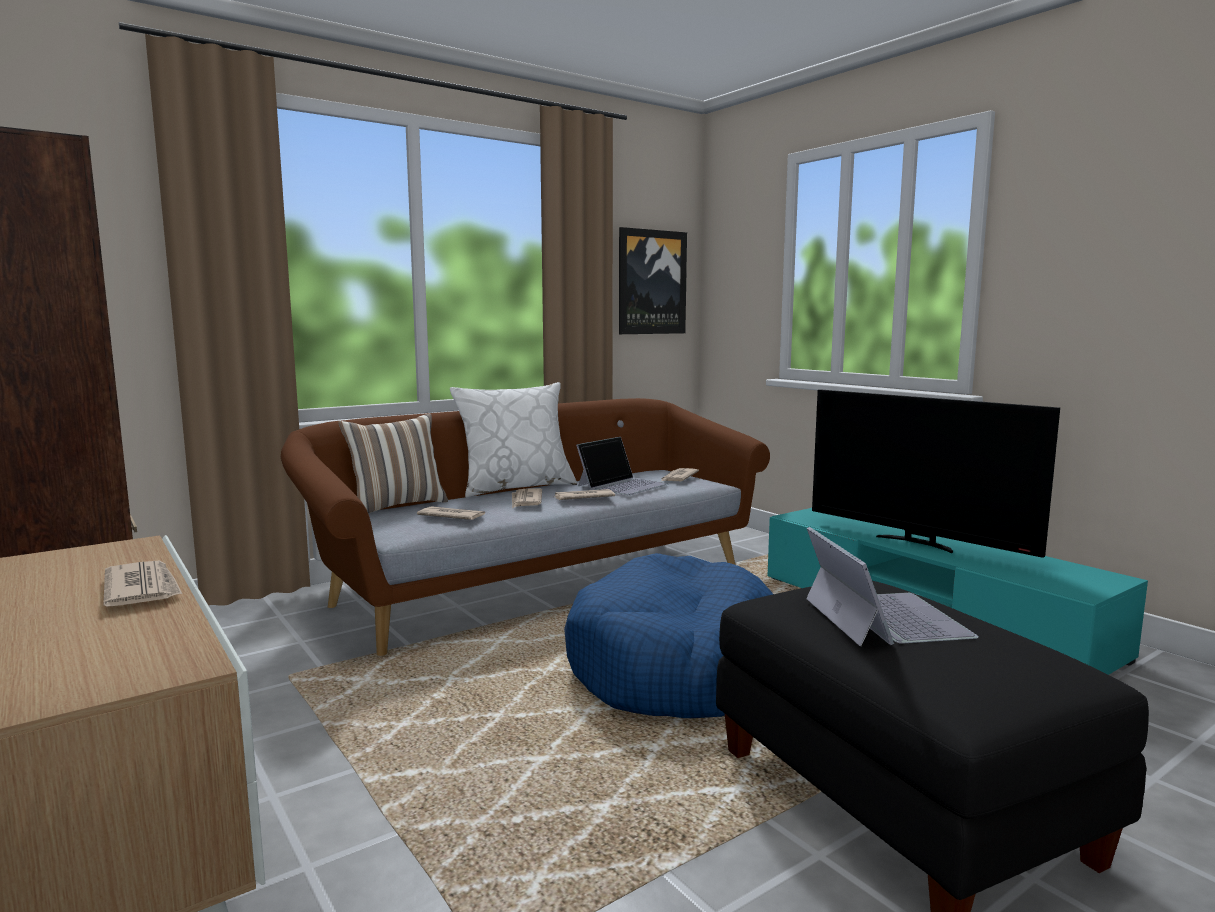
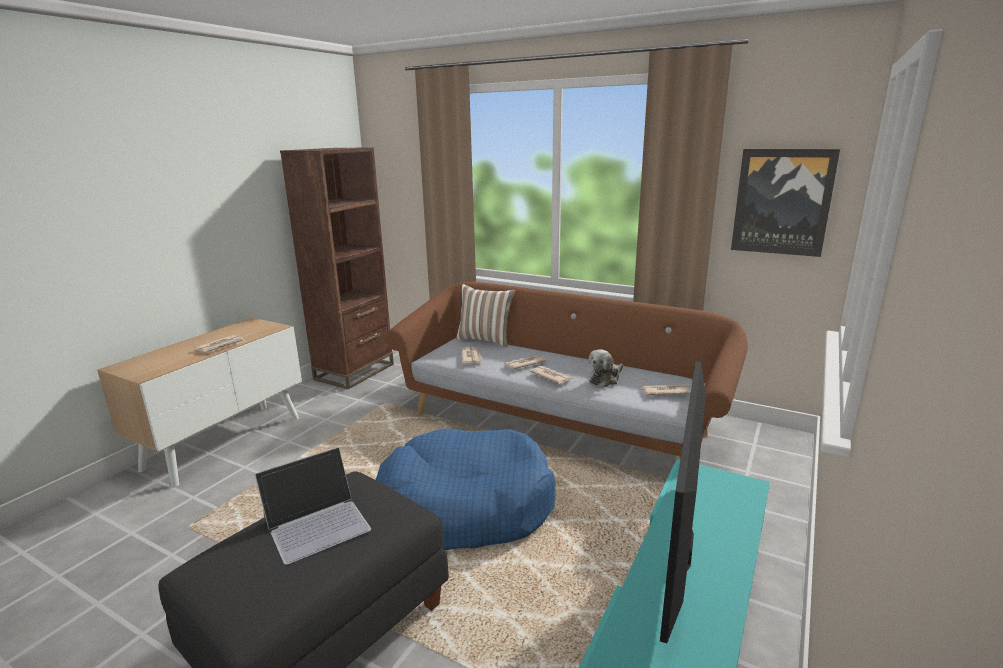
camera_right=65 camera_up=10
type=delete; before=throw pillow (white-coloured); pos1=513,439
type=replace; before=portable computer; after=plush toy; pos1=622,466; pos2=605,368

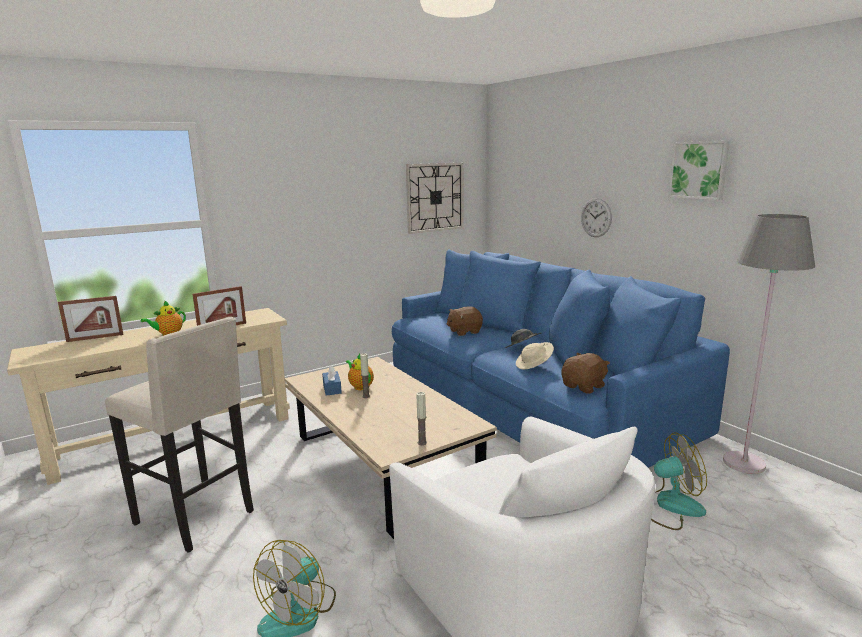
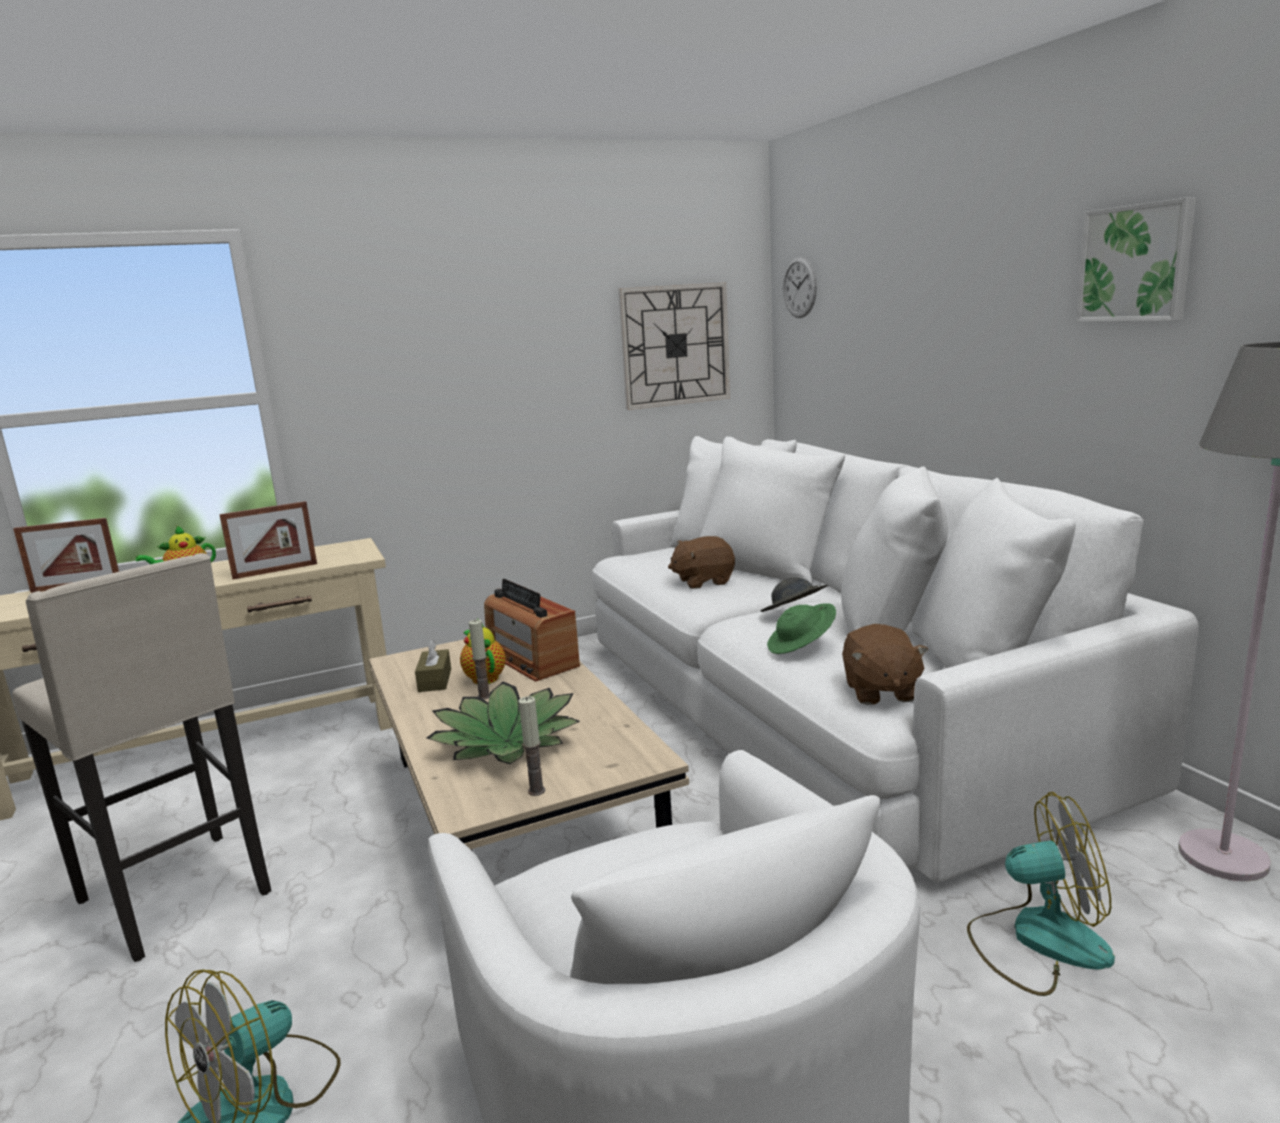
camera_right=10 camera_up=0
type=insert; after=houseplant; pos2=503,722
type=insert; after=radio set; pos2=532,630
type=move; before=wall clock; pos1=596,217; pos2=800,287
type=recolor; before=tissue holder (blue-coloured); after=tissue holder (brown-coloured); pos1=332,381; pos2=433,665
type=recolor; before=couch (blue-coloured); after=couch (white-coloured); pos1=561,359; pos2=895,659
type=recolor; before=clothing hat (beige); after=clothing hat (greenish); pos1=535,356; pos2=801,628
type=rotate; before=plush toy (brown-coloured); pos1=586,373; pos2=885,664; turn=120

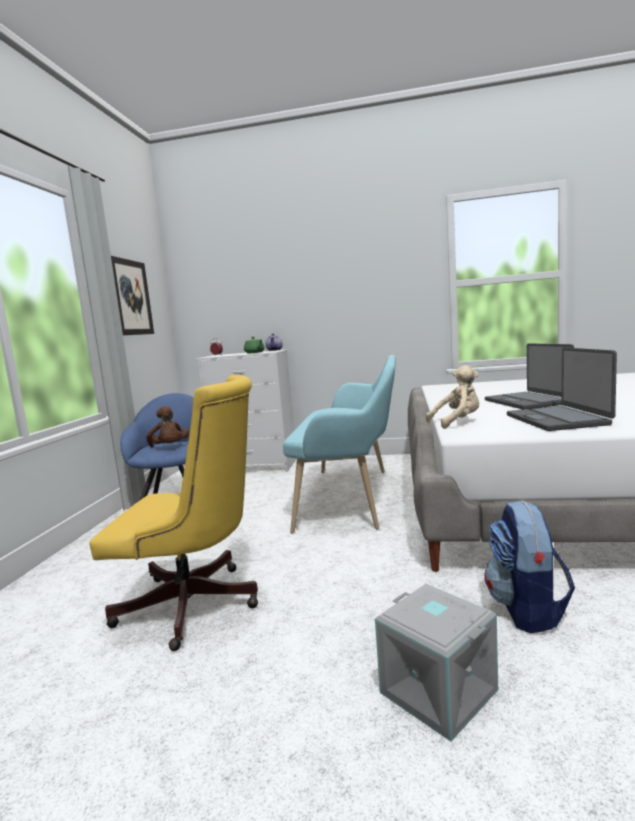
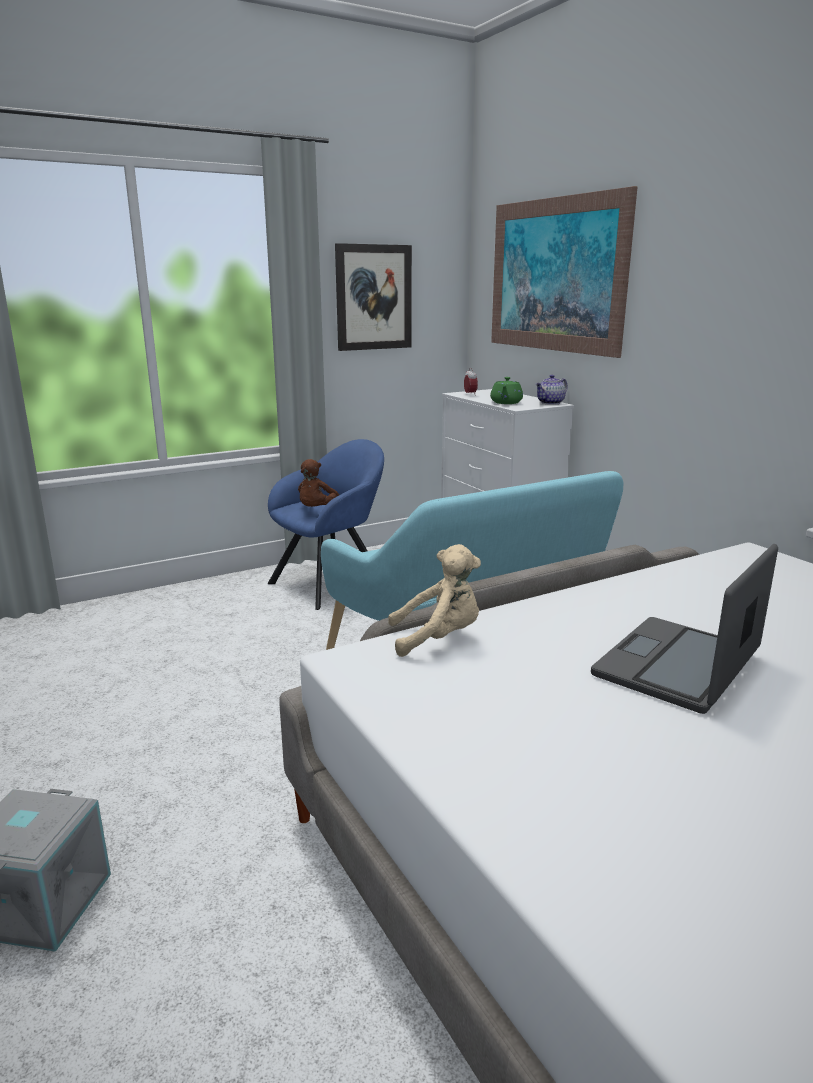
camera_right=50 camera_up=10
type=delete; before=office chair (yellowish); pos1=173,513
type=delete; before=backpack; pos1=530,566
type=delete; before=portable computer; pos1=562,389
type=insert; after=picture; pos2=564,272
type=rotate; before=plush toy (beige); pos1=453,397; pos2=434,600; turn=-45

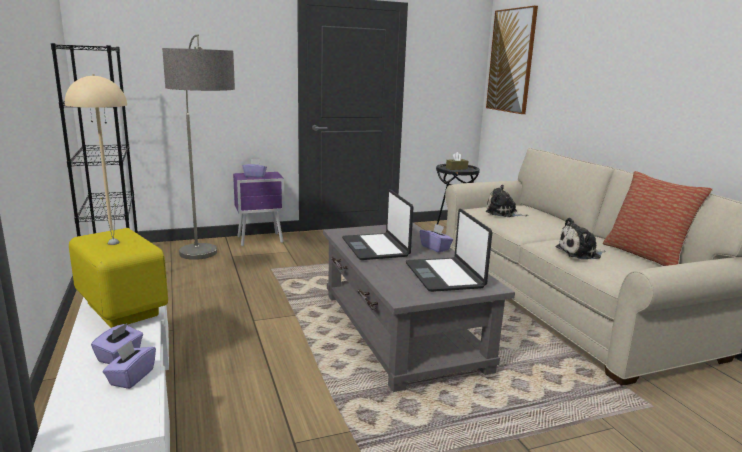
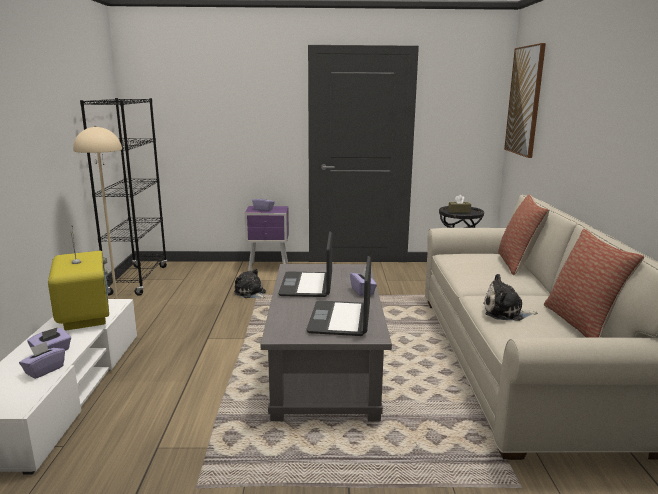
camera_right=20 camera_up=0
type=delete; before=standard lamp; pos1=198,147
type=insert; after=throw pillow; pos2=523,235
type=move; before=plush toy; pos1=506,201; pos2=250,283

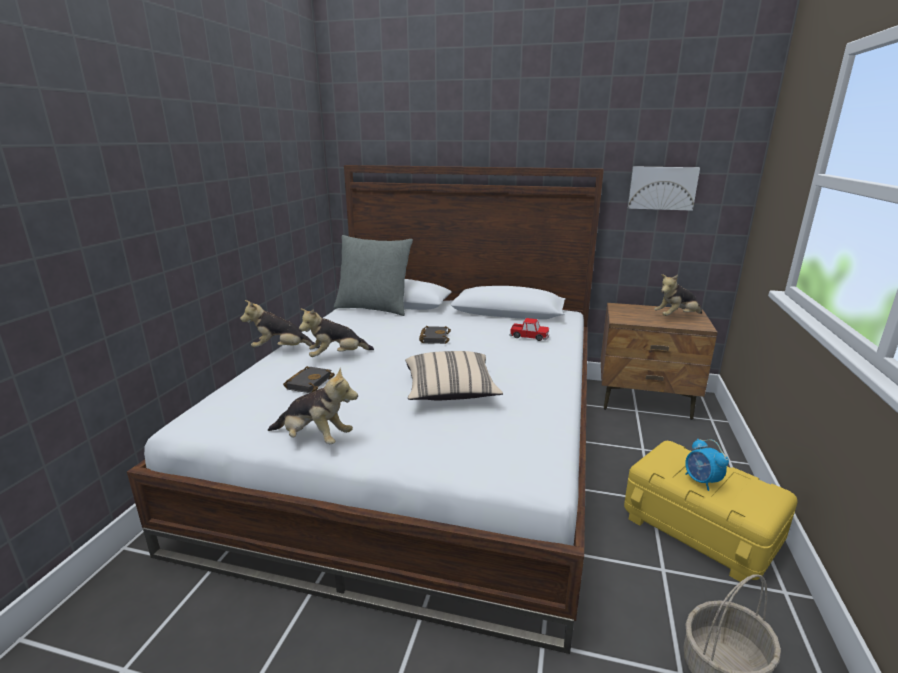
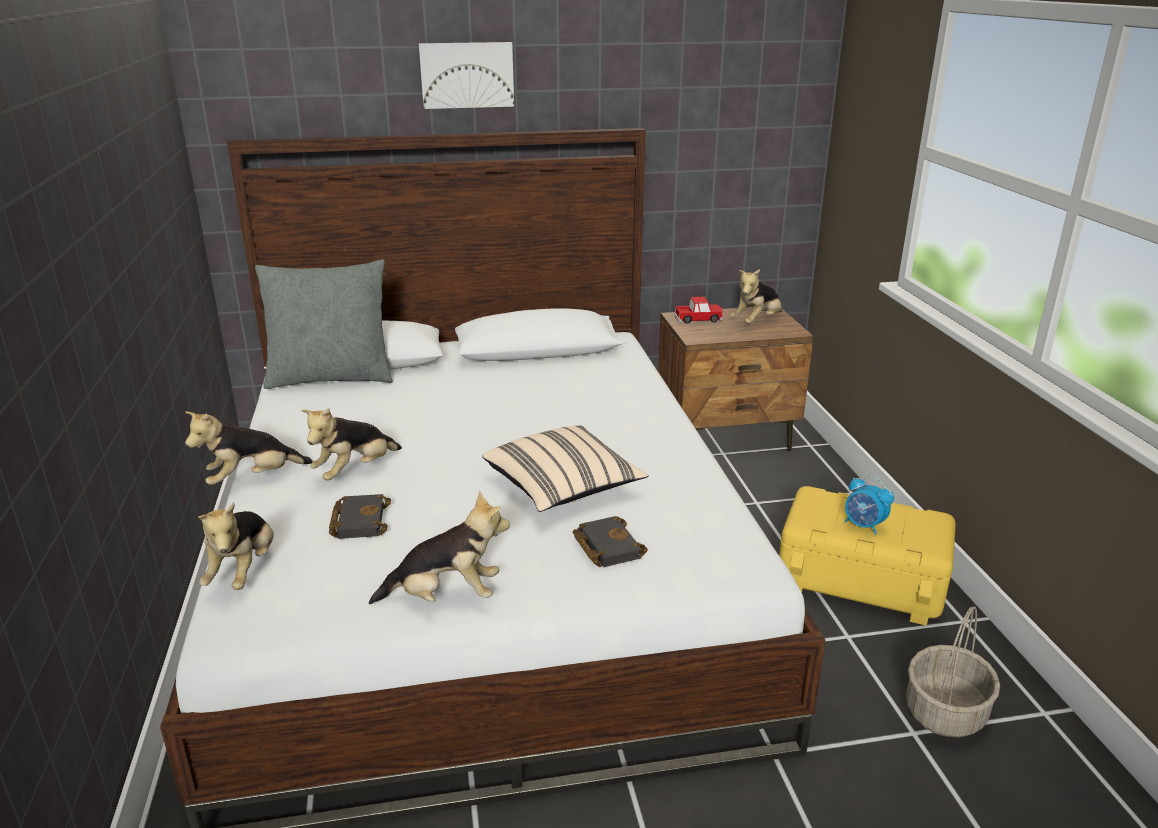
camera_right=-25 camera_up=5
type=insert; after=plush toy; pos2=236,546
type=move; before=book (blackish); pos1=435,335; pos2=610,541
type=move; before=toy car; pos1=529,329; pos2=698,310
type=move; before=picture; pos1=664,188; pos2=466,75

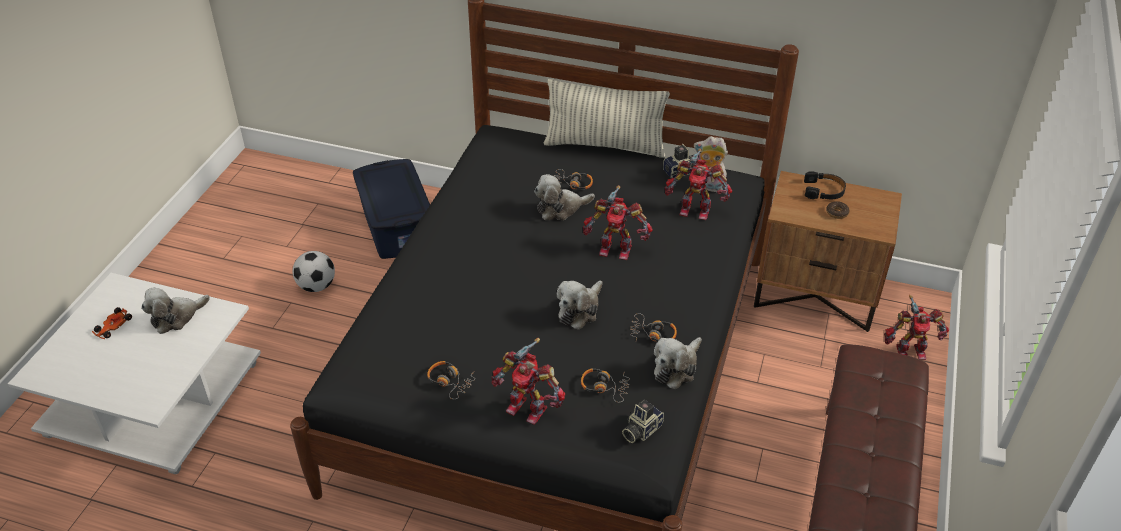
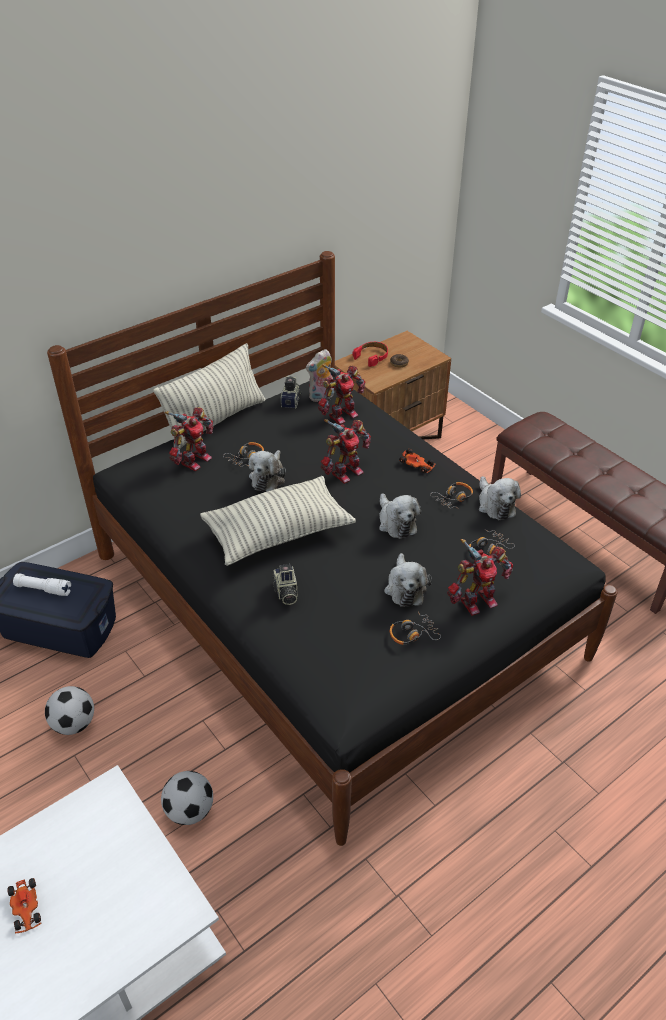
camera_right=-55 camera_up=0
type=insert; after=torch (white-coloured); pos2=42,584
type=insert; after=football ball; pos2=187,798
type=insert; after=throw pillow; pos2=278,521
type=insert; after=toy car; pos2=417,461
type=move; before=plush toy; pos1=175,310; pos2=408,580
type=move; before=photo camera; pos1=643,421; pos2=285,584
type=move; before=robot figure; pos1=916,327; pos2=189,439
type=recolor; before=headphones (blackish); after=headphones (red); pos1=825,185; pos2=370,354

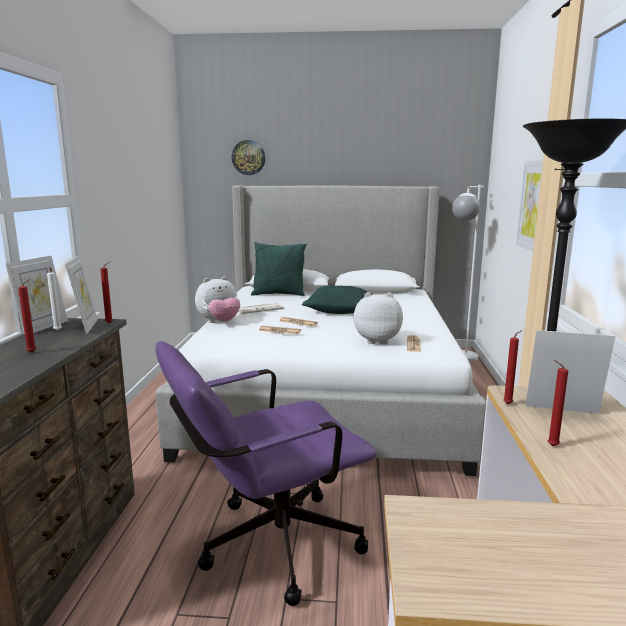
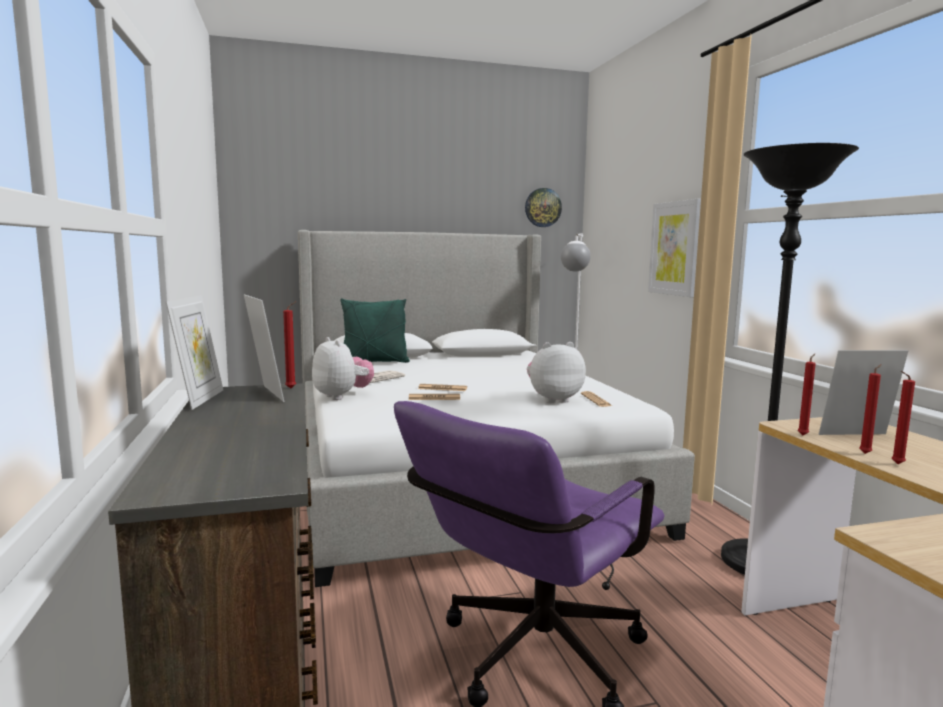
camera_right=-20 camera_up=-5
type=delete; before=wax light (white-coloured); pos1=54,299
type=delete; before=throw pillow (greenish); pos1=337,300
type=move; before=wax light (red); pos1=27,316; pos2=870,409
type=move; before=wall clock; pos1=248,157; pos2=543,207
type=rotate; before=plush toy; pos1=217,299; pos2=343,368; turn=-75

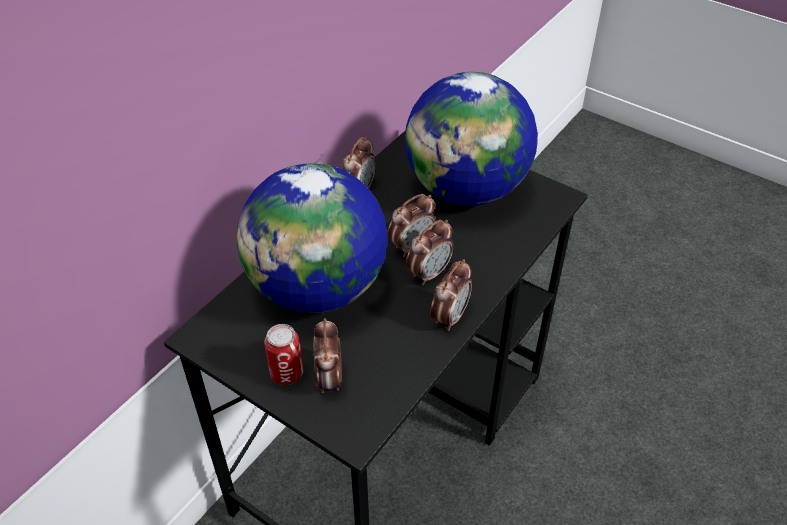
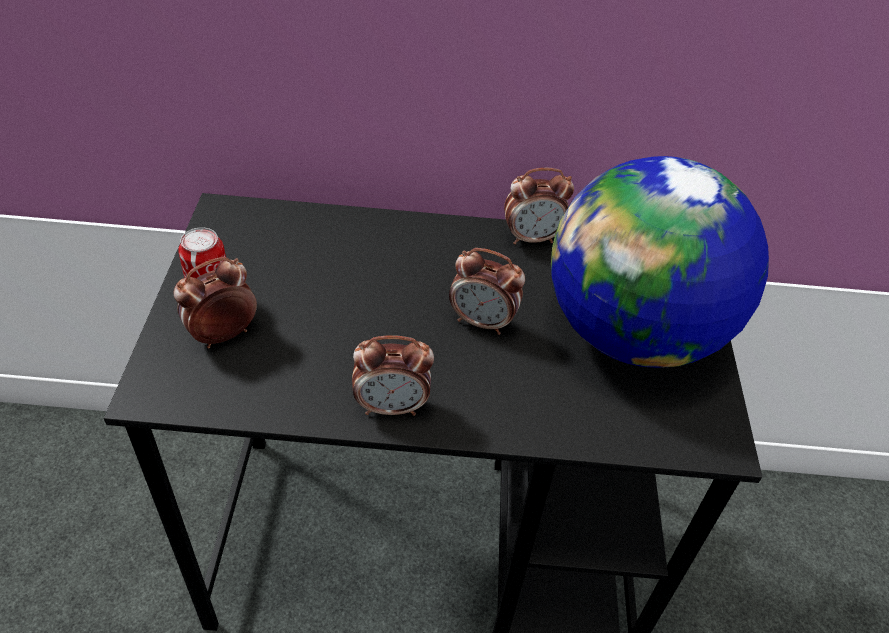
camera_right=55 camera_up=0
type=delete; before=world globe; pos1=312,238
type=delete; before=table clock; pos1=430,253

